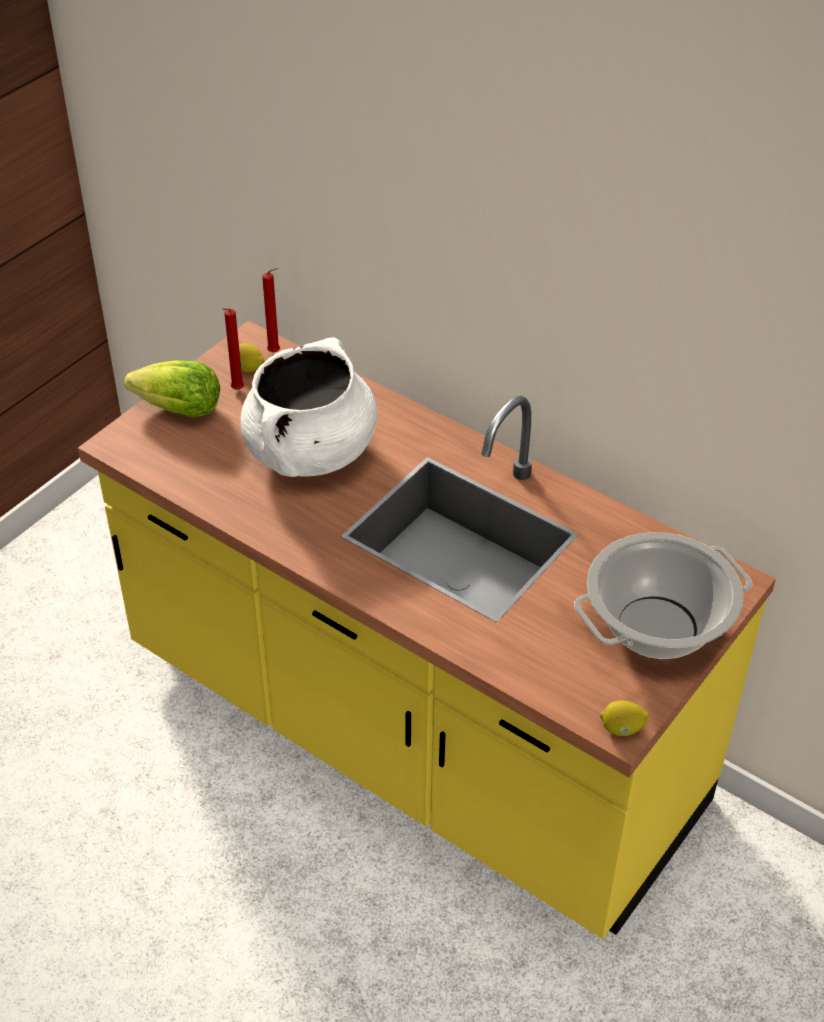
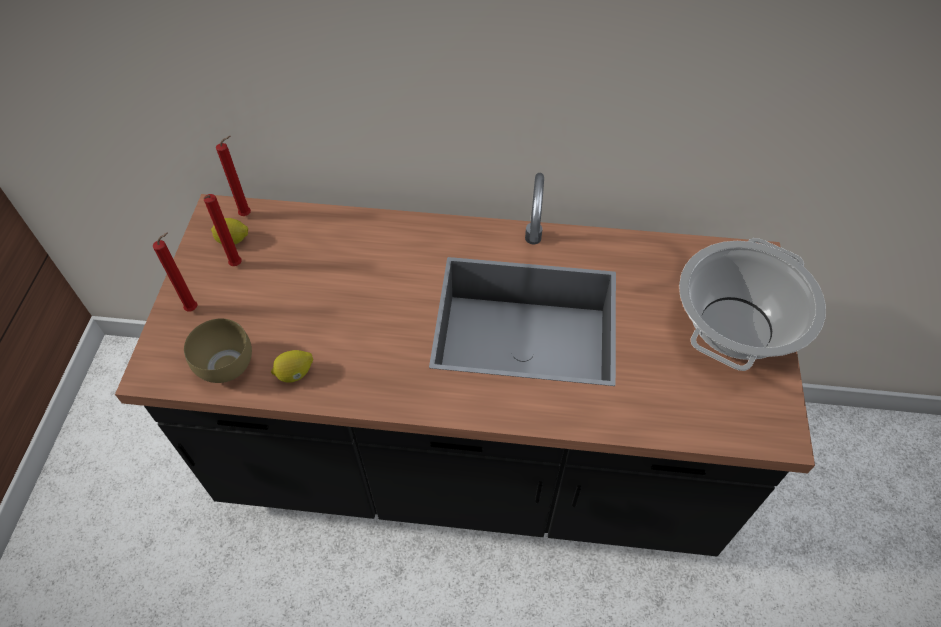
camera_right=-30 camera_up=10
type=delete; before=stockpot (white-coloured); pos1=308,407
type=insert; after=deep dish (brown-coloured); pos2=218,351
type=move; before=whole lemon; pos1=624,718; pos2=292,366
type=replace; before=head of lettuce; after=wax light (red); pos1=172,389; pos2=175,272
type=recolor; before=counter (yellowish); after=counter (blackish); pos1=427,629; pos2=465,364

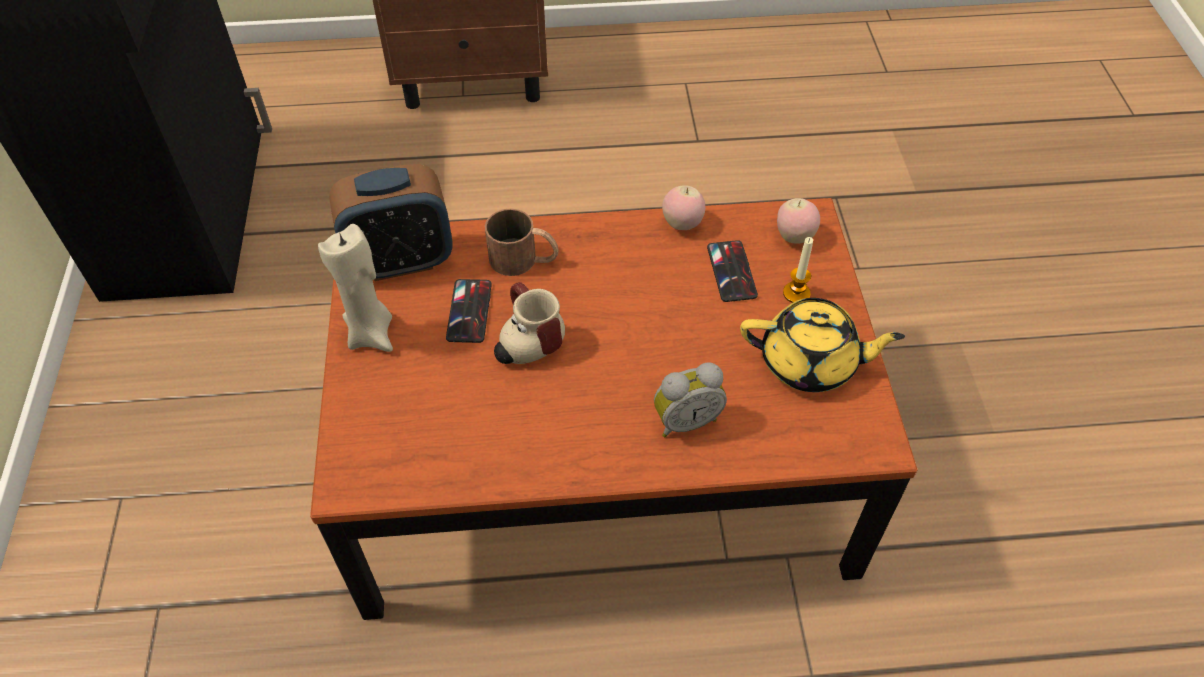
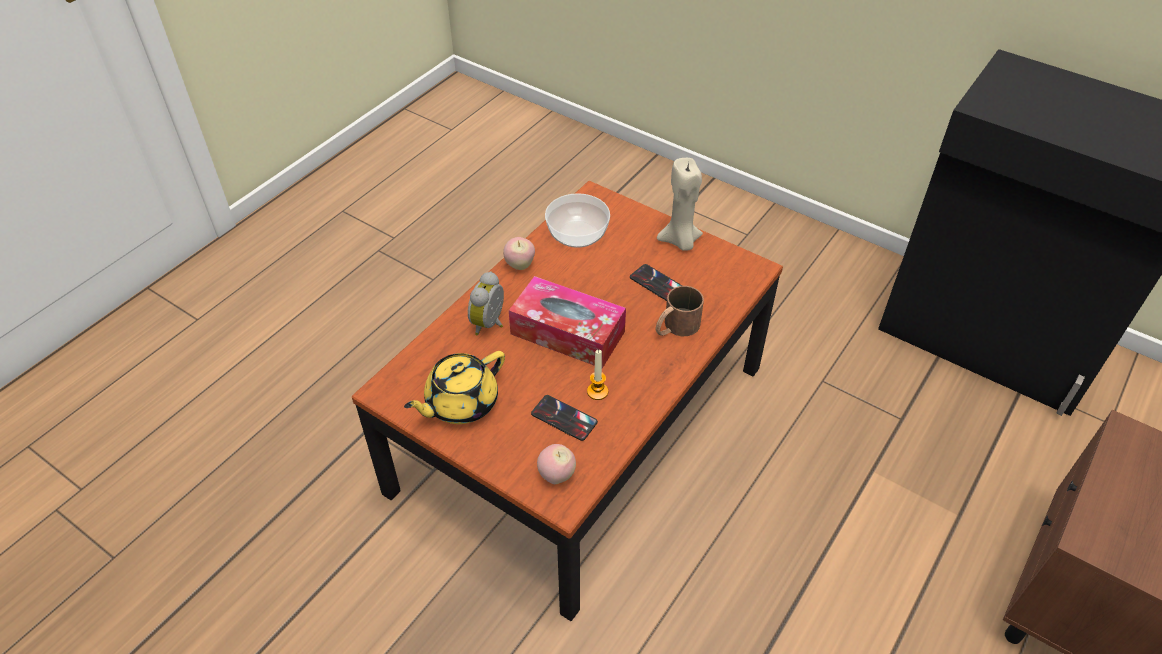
camera_right=130 camera_up=-5
type=delete; before=table clock; pos1=391,222
type=delete; before=tea mug; pos1=529,323
type=insert; after=tissue holder; pos2=567,322
type=insert; after=deep dish; pos2=577,220
type=move; before=whole apple; pos1=683,207; pos2=519,253
type=move; before=wax light; pos1=798,270; pos2=597,375

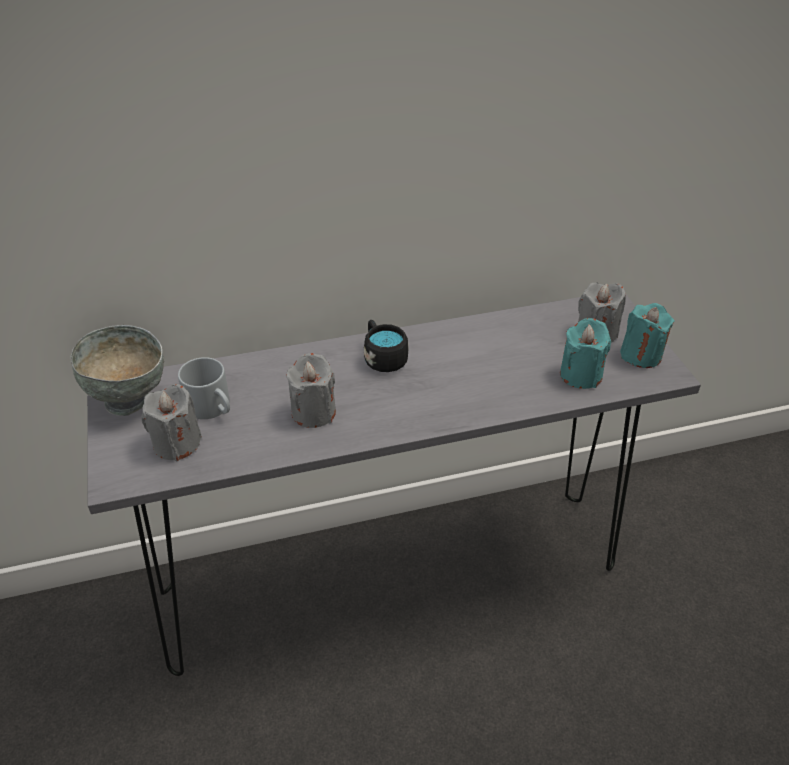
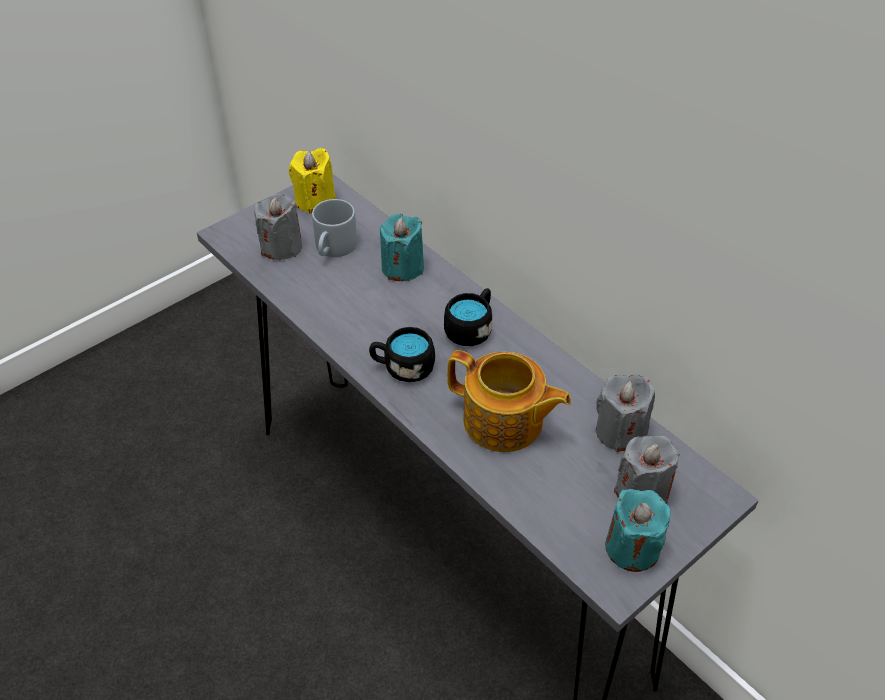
camera_right=65 camera_up=5
type=insert; after=tea mug (blackish); pos2=402,354
type=insert; after=teapot; pos2=509,401
type=move; before=wax light (greyish); pos1=311,390; pos2=625,413
type=move; before=wax light (blue-green); pos1=585,353; pos2=402,247
type=replace; before=deep dish (greyish); after=wax light (yellowish); pos1=117,370; pos2=312,180

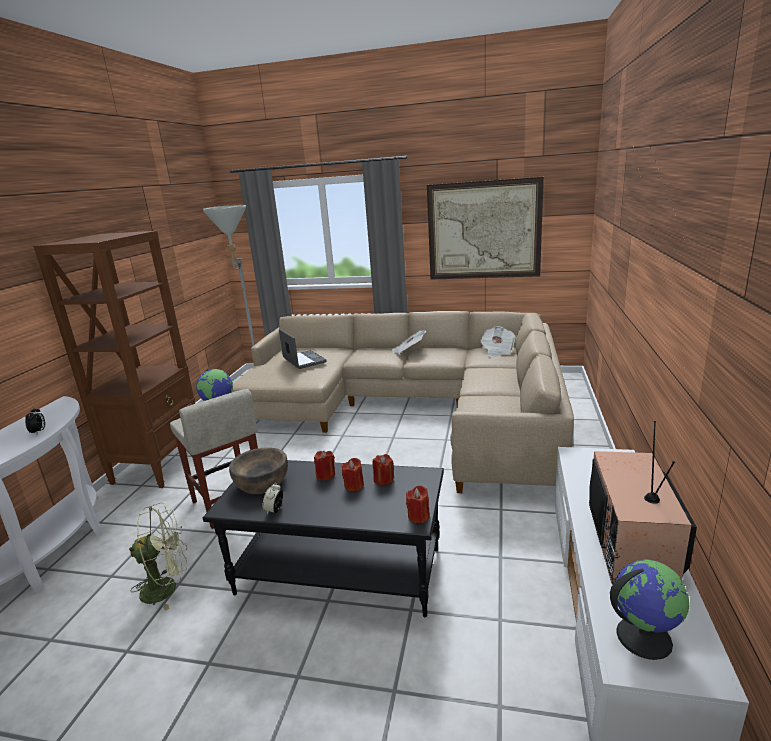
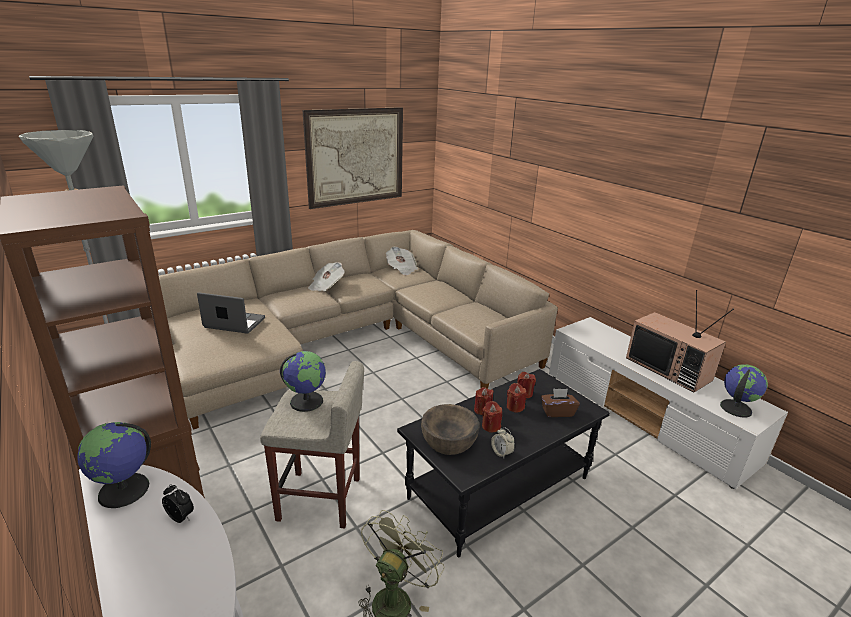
camera_right=-50 camera_up=5
type=insert; after=world globe; pos2=114,465
type=insert; after=tissue holder (brown-coloured); pos2=560,402
type=move; before=wax light (red); pos1=418,504; pos2=492,416

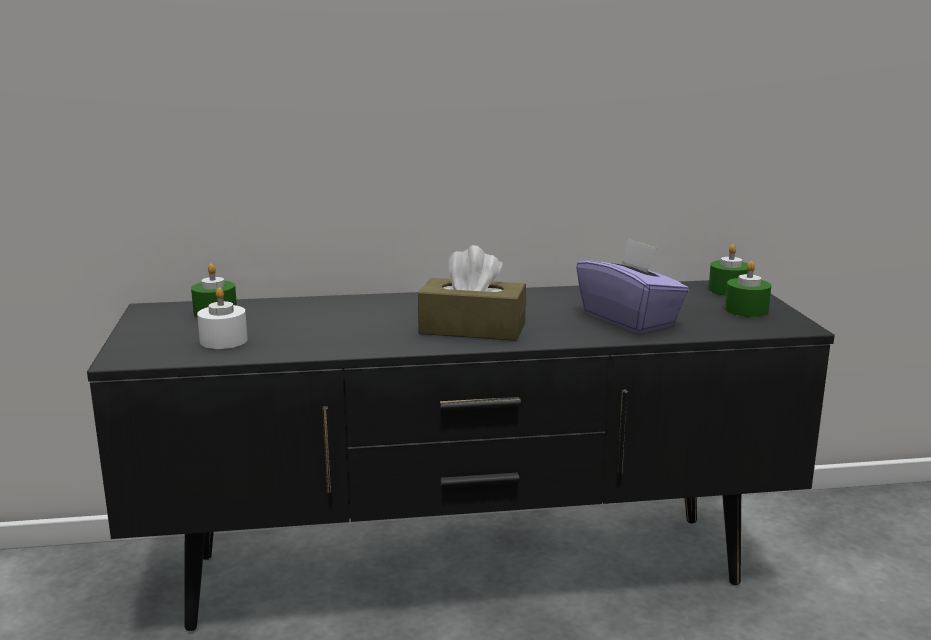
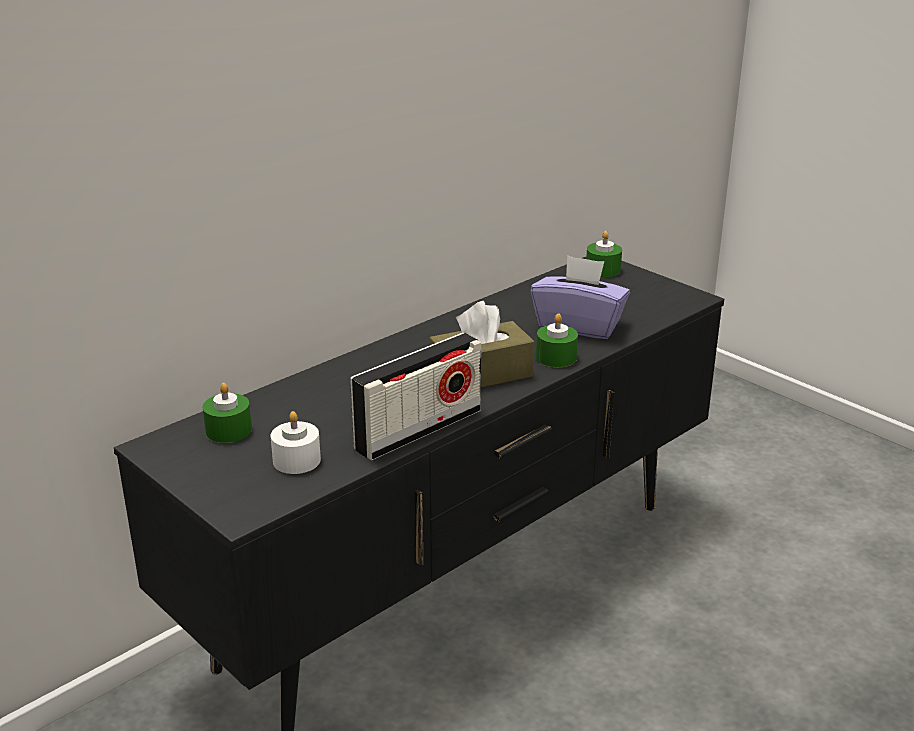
camera_right=-35 camera_up=10
type=insert; after=radio set; pos2=415,396
type=move; before=wax light (greenish); pos1=748,289; pos2=557,340

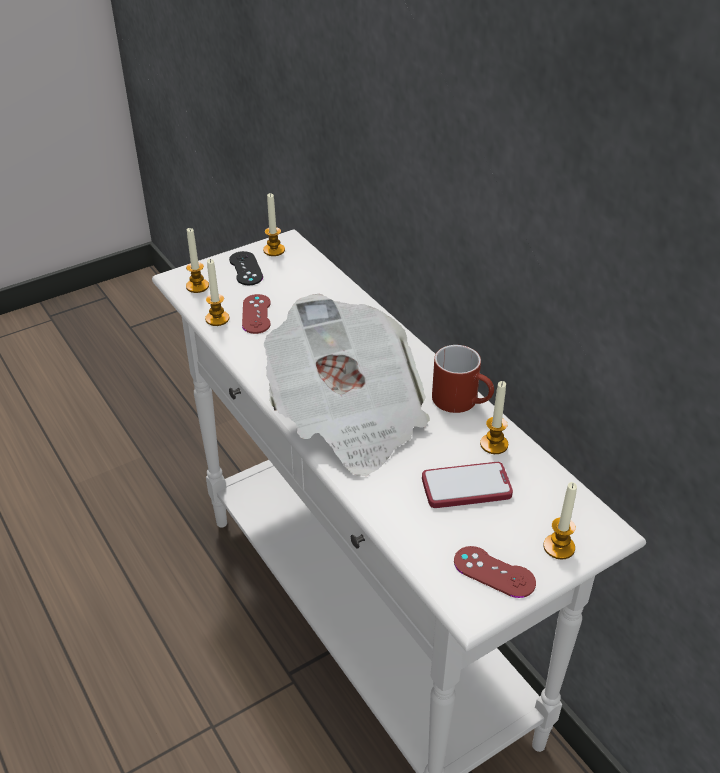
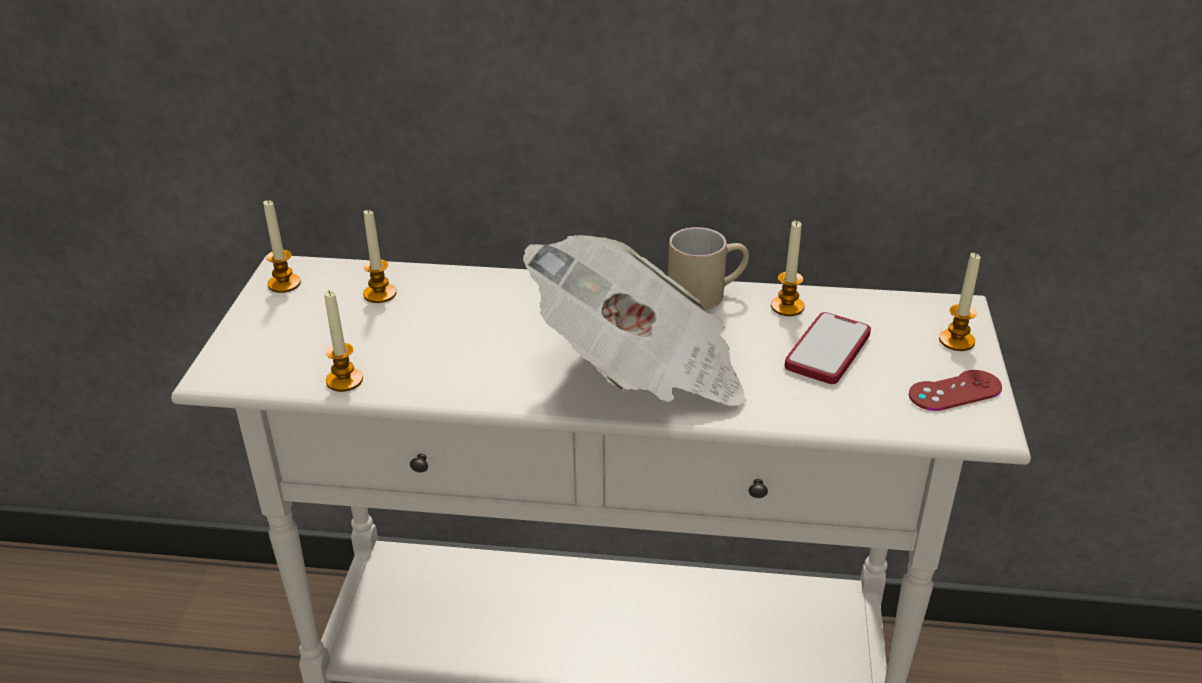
camera_right=-50 camera_up=-5
type=delete; before=joypad (blackish); pos1=246,268
type=delete; before=joypad (red); pos1=256,314
type=move; before=wax light; pos1=197,260; pos2=379,256
type=recolor; before=tea mug (red); after=tea mug (beige); pos1=463,379; pos2=708,268

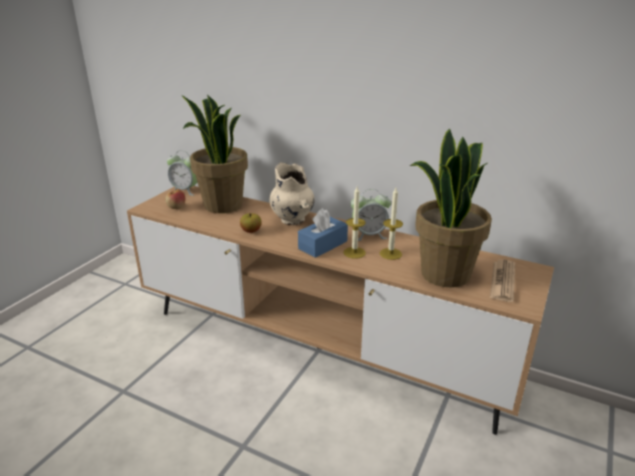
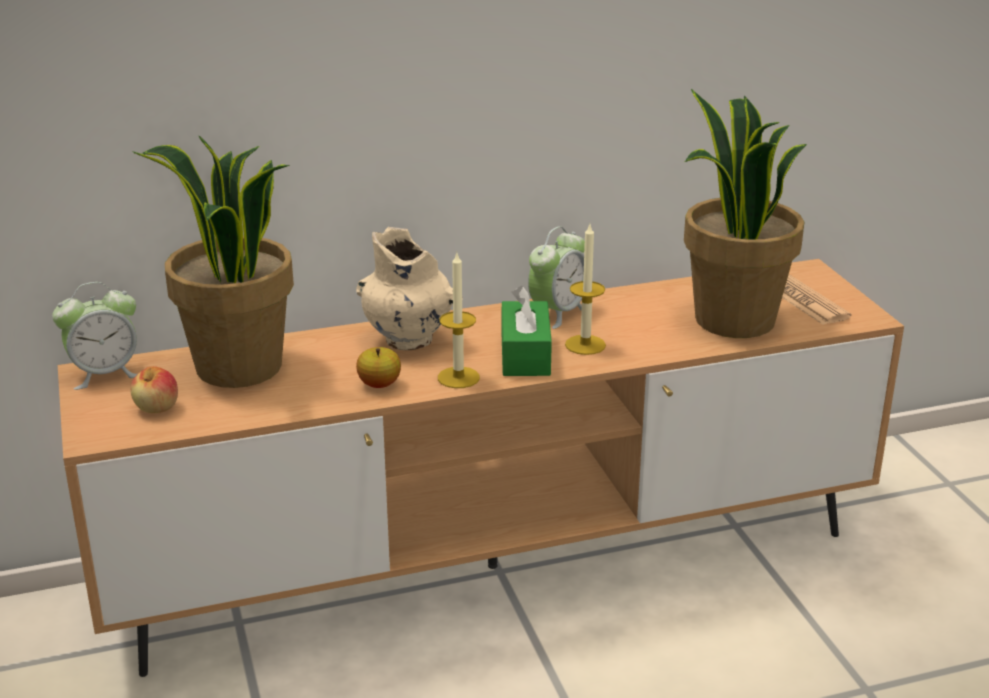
camera_right=-45 camera_up=0
type=move; before=wax light; pos1=391,224; pos2=459,320
type=recolor; before=tissue holder (blue-coloured); after=tissue holder (greenish); pos1=323,233; pos2=527,331

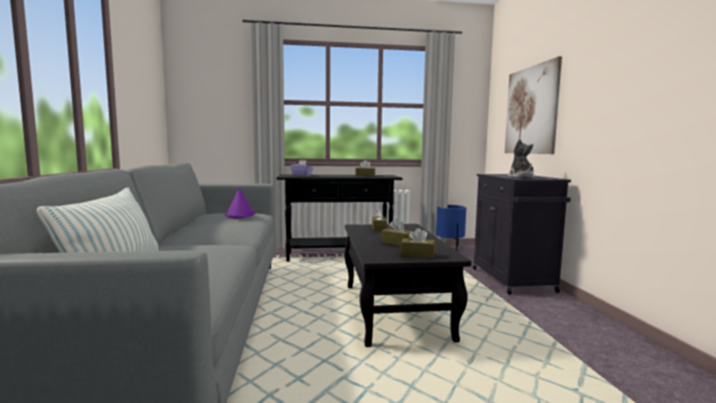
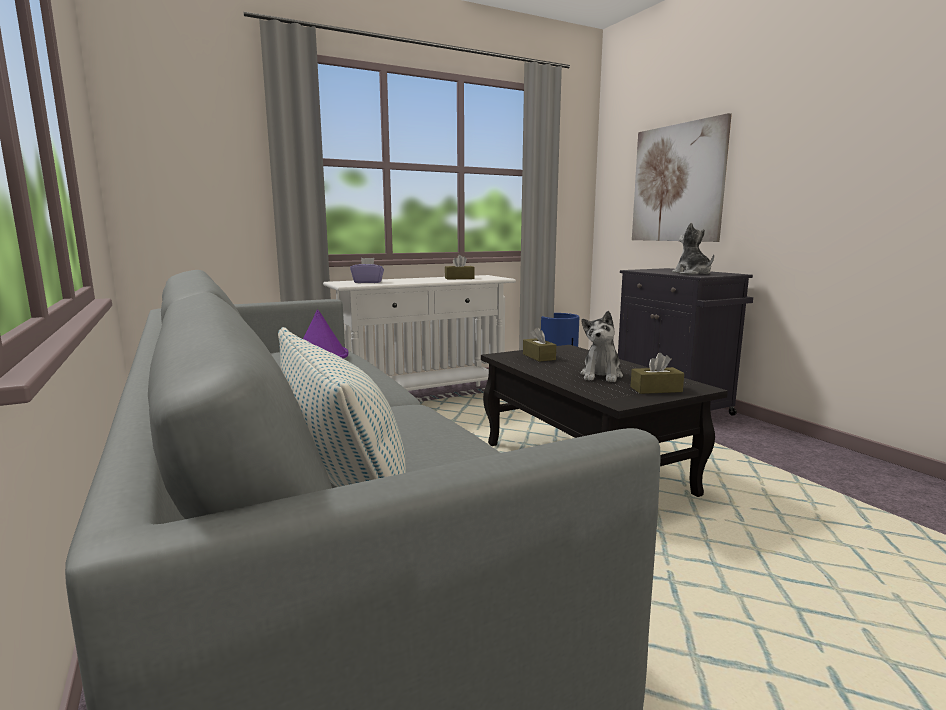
camera_right=-20 camera_up=5
type=replace; before=tissue holder (brown-coloured); after=plush toy; pos1=396,232; pos2=601,346
type=recolor; before=hall table (blackish); after=hall table (white-coloured); pos1=339,218; pos2=419,333

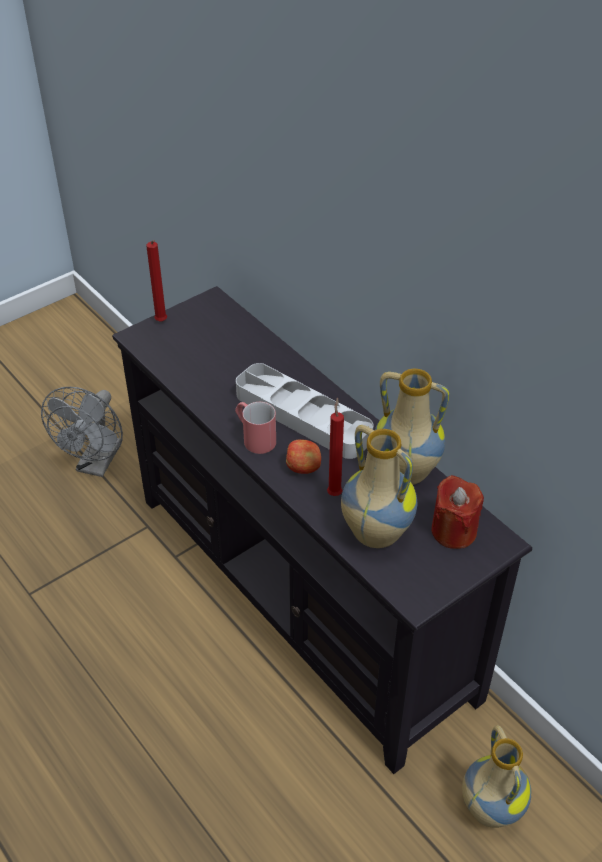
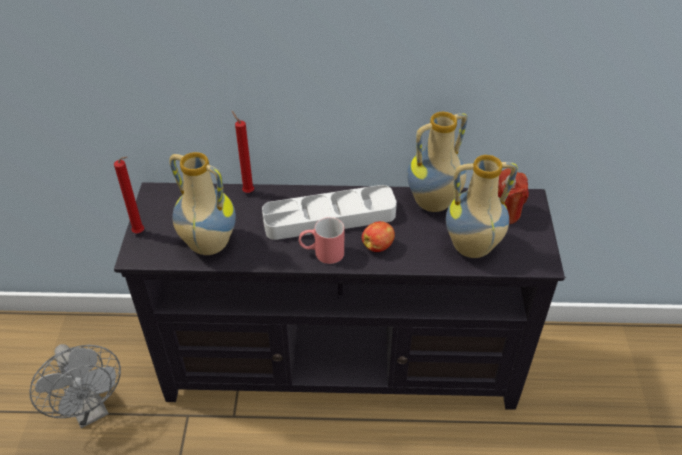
camera_right=-50 camera_up=0
type=move; before=wax light (red); pos1=335,446; pos2=243,152
type=move; before=decorative vase; pos1=496,776; pos2=202,203

